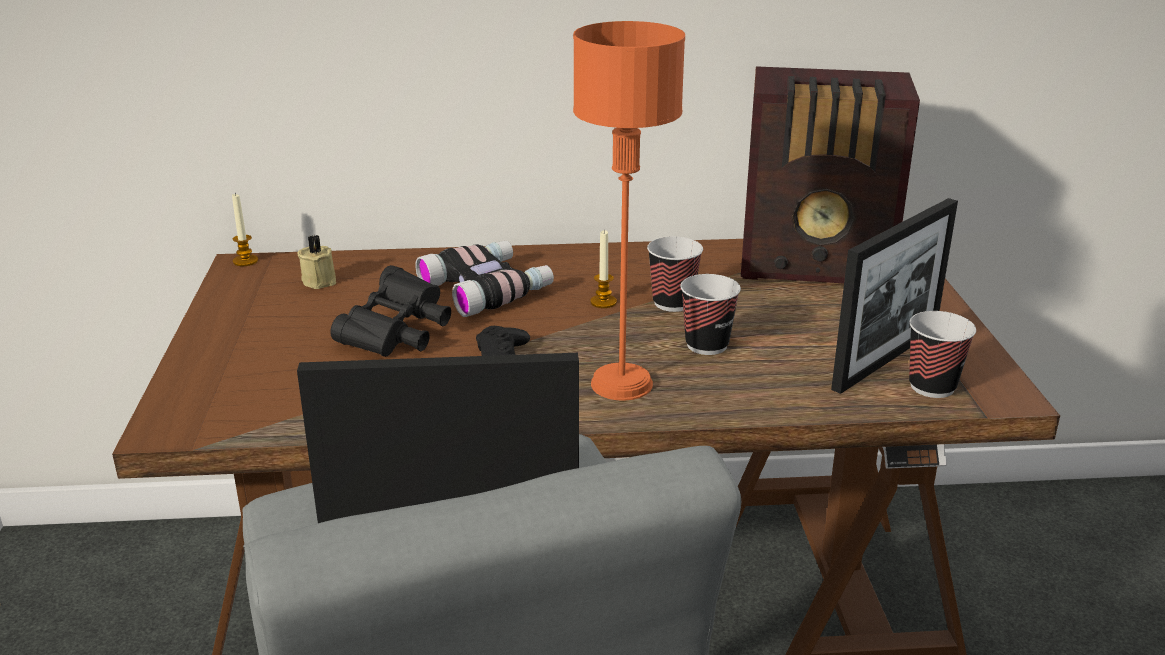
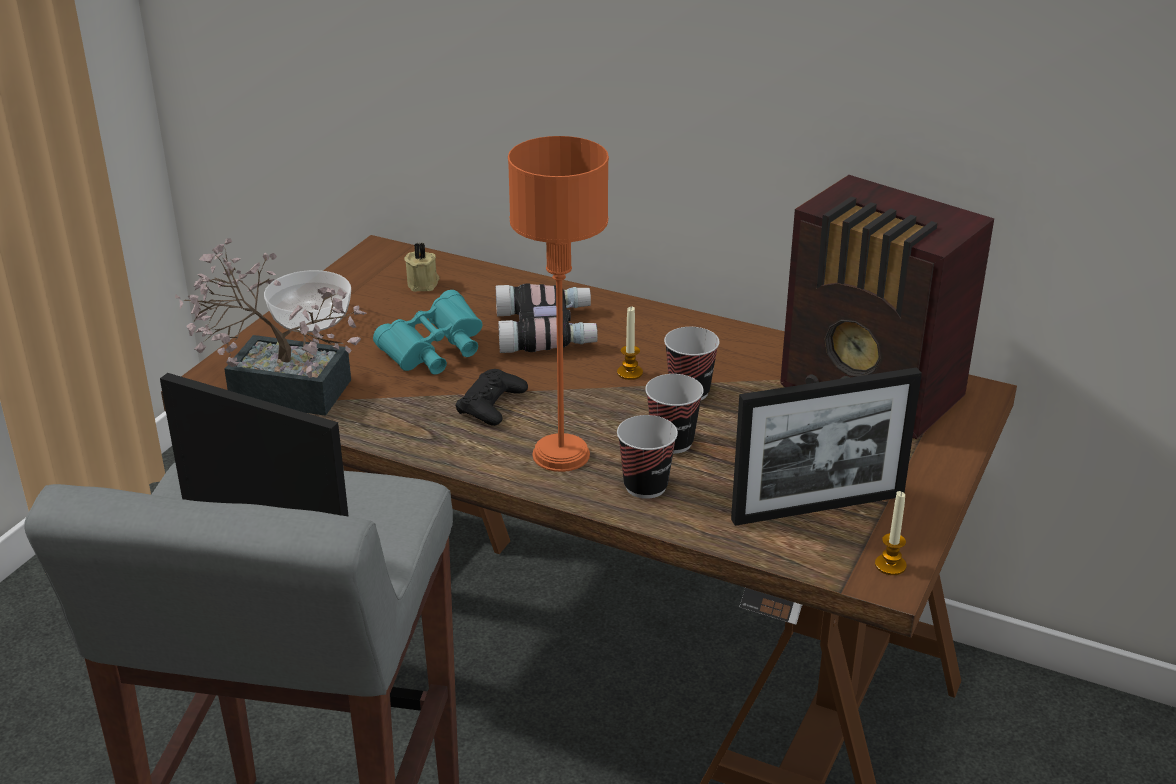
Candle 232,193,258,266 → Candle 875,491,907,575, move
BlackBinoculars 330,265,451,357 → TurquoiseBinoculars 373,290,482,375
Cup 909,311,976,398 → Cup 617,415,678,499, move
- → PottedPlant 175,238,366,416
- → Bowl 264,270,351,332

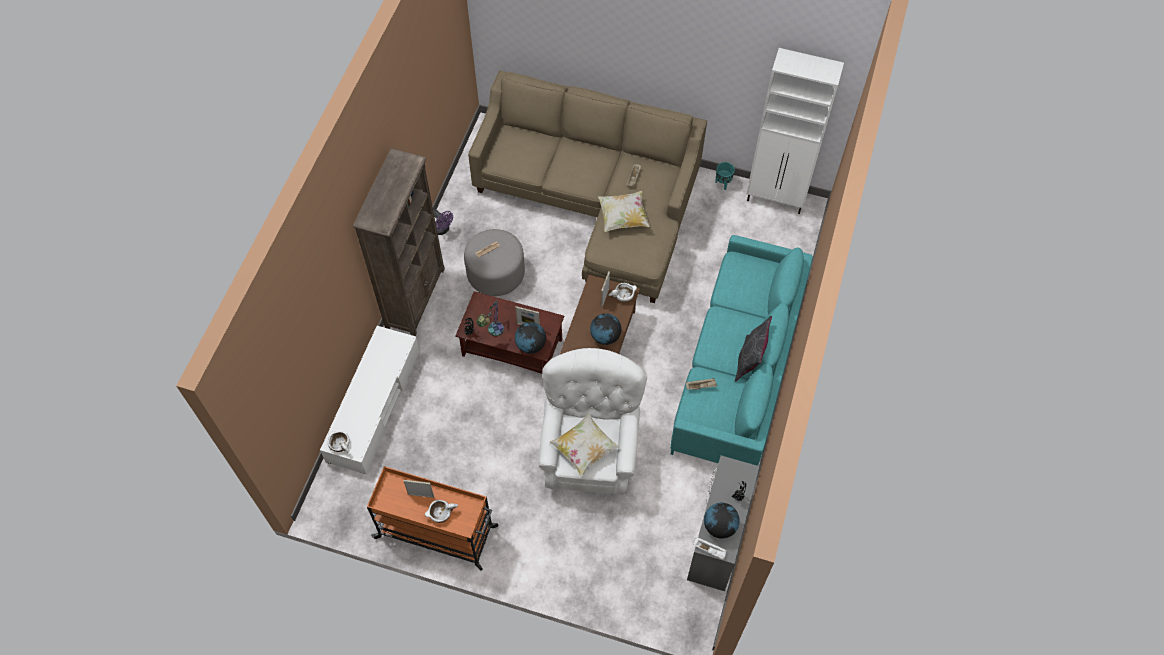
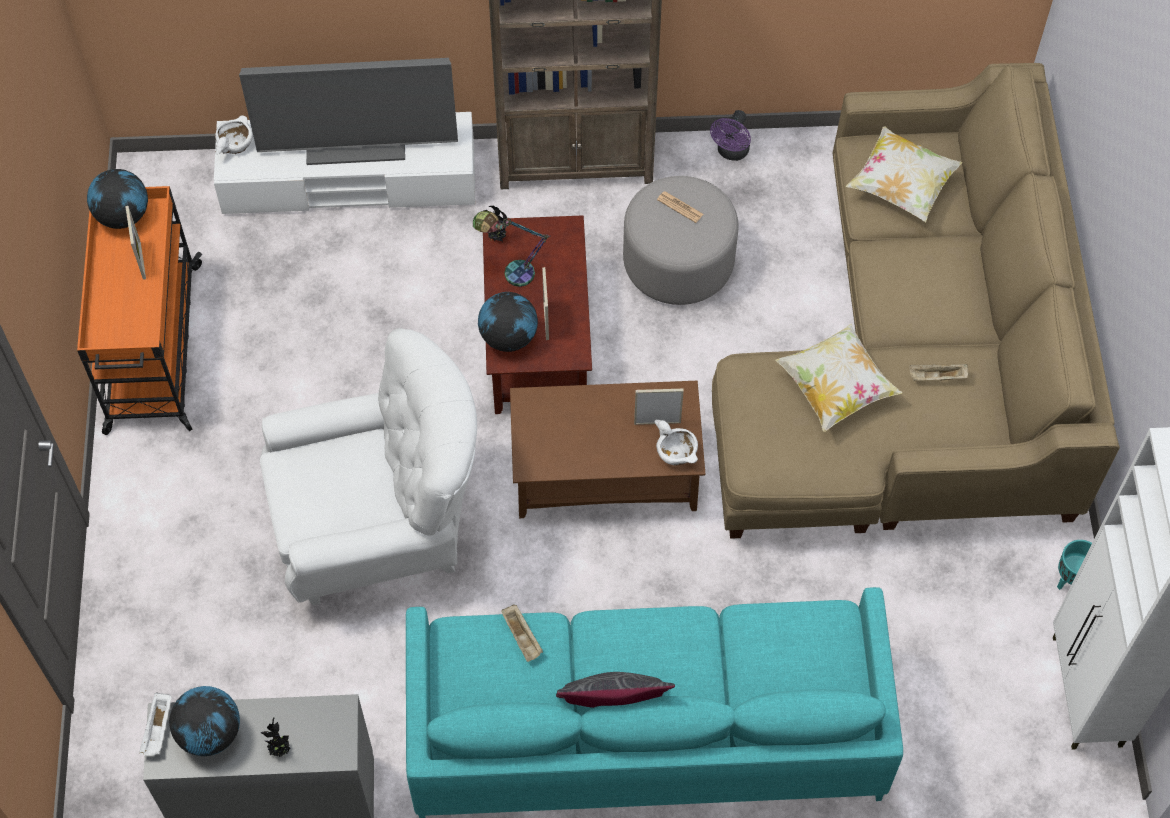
WhiteBowl 425,500,458,523 → -
Pillow 550,413,619,477 → Pillow 846,126,963,222, move
Globe 590,313,621,345 → Globe 87,169,148,229, move
- → Television 239,58,458,165

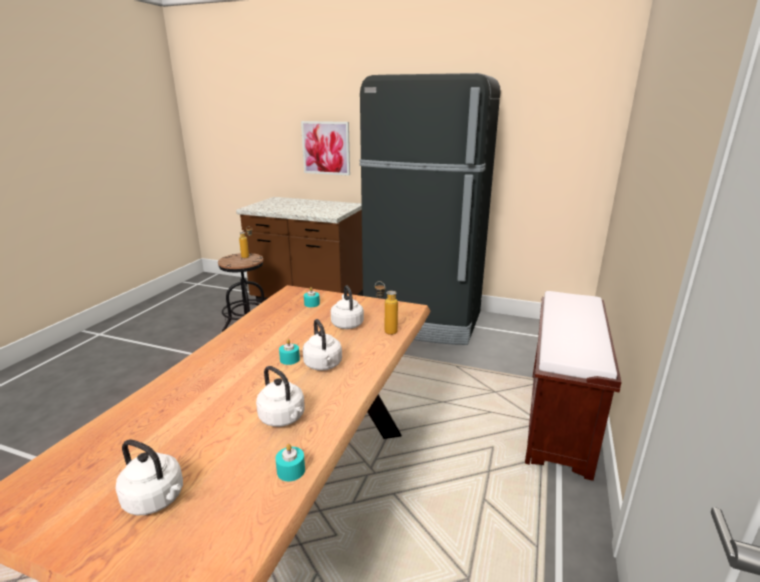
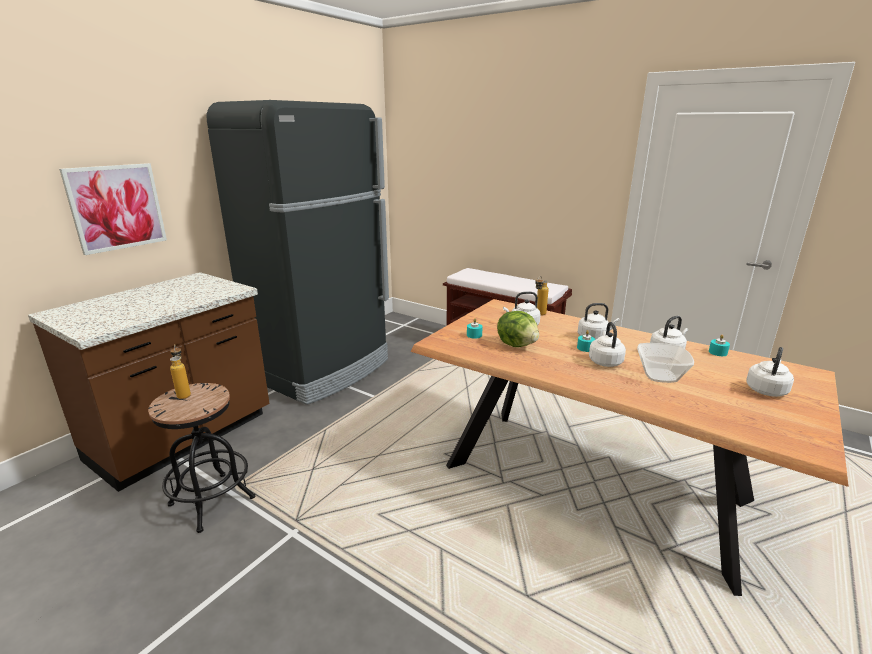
- → Lettuce 497,311,539,347
- → WhiteKettle 589,322,626,367
- → Bowl 637,343,694,383

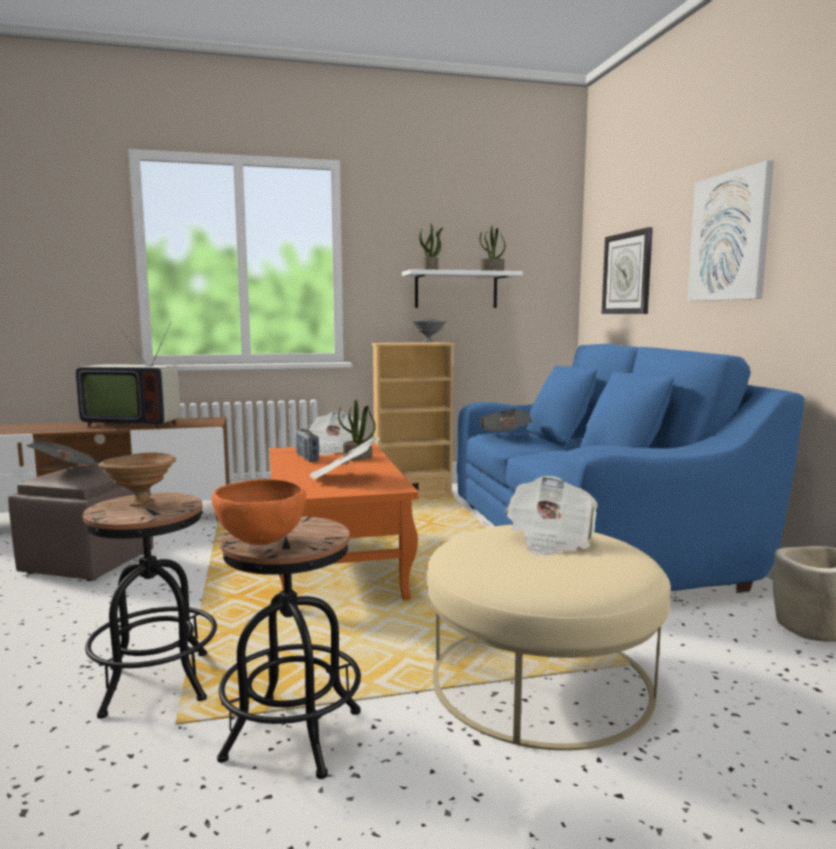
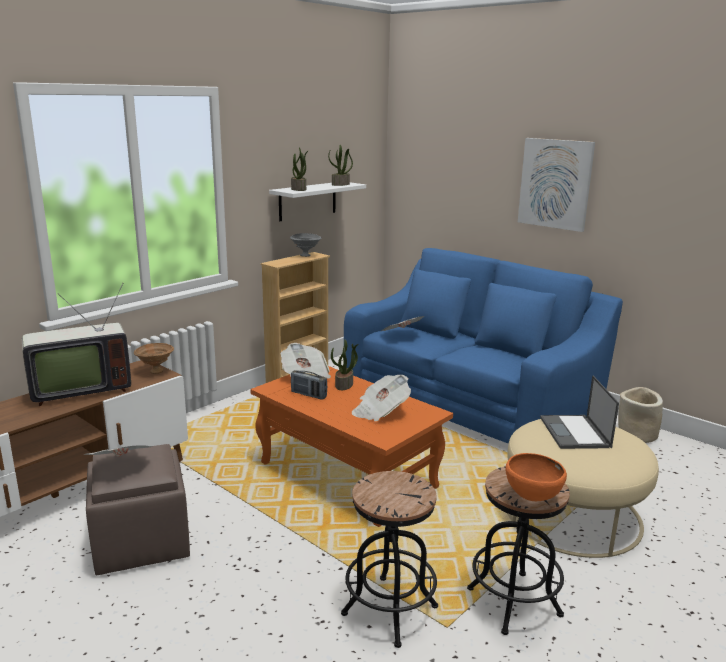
BrownBowl 98,453,177,507 → BrownBowl 134,343,174,374, move
Newspaper 506,476,598,556 → Laptop 540,375,619,449
WallClock 602,227,653,314 → -

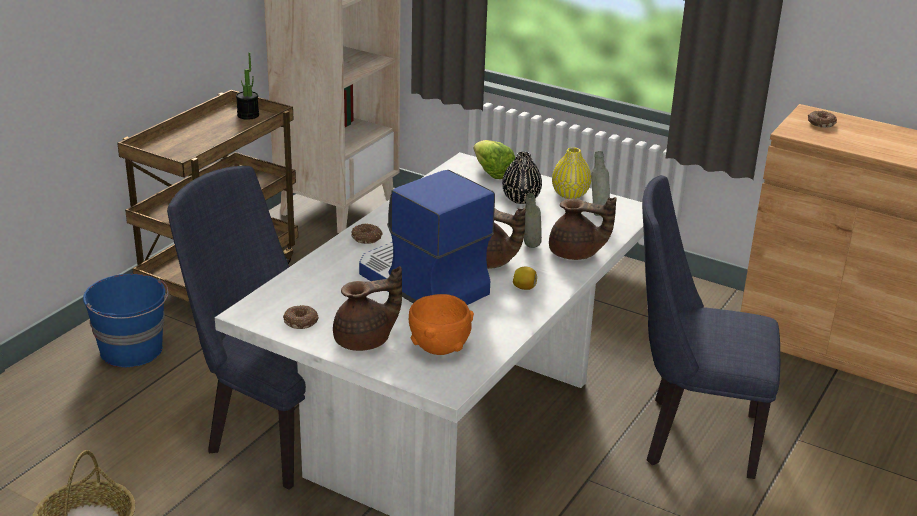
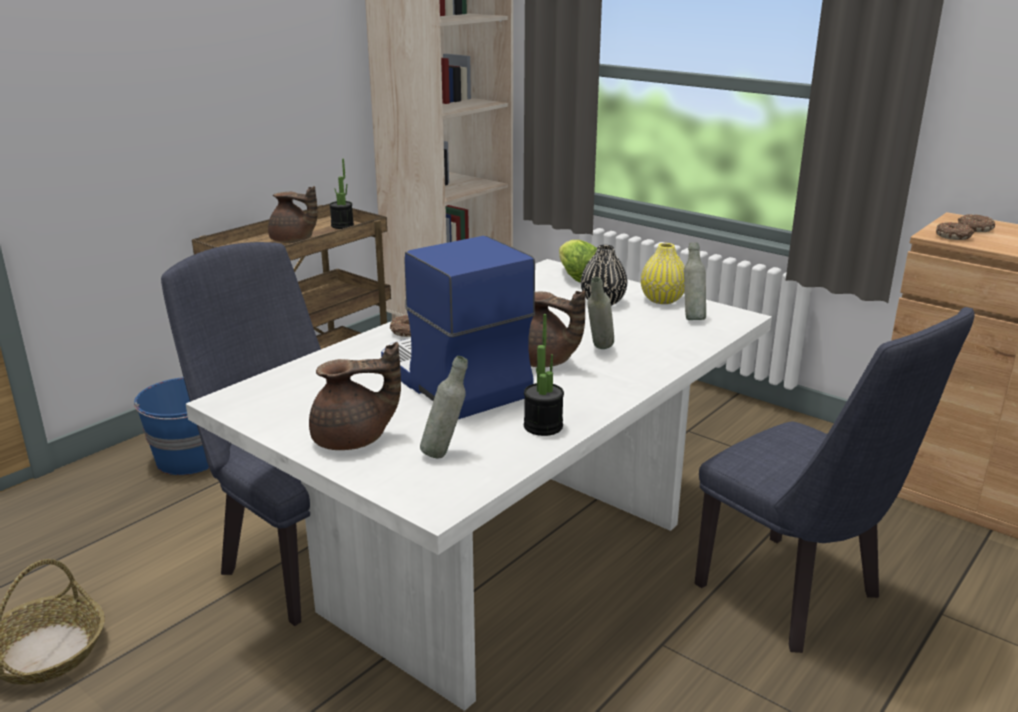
Donut 283,305,319,329 → Donut 936,222,975,240, move
OrangeBowl 409,294,474,355 → GreyBottle 420,356,468,459
Lemon 513,267,537,290 → -
BrownTeapot 549,197,617,260 → BrownTeapot 268,186,318,243, move
BlueChair 642,175,780,479 → BlueChair 695,307,975,653, 150 degrees counterclockwise
- → PottedPlant 524,314,564,436

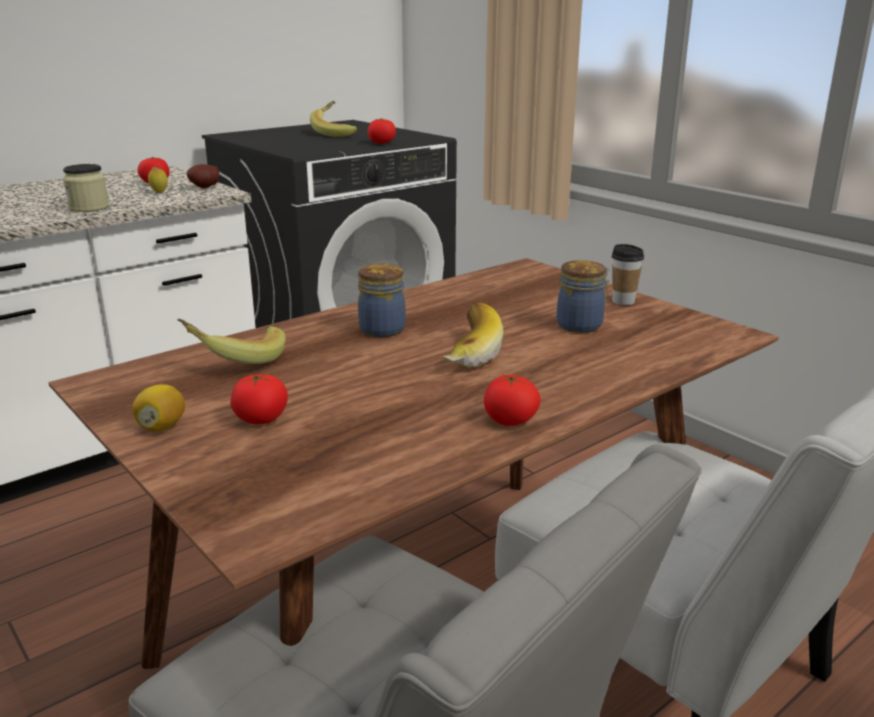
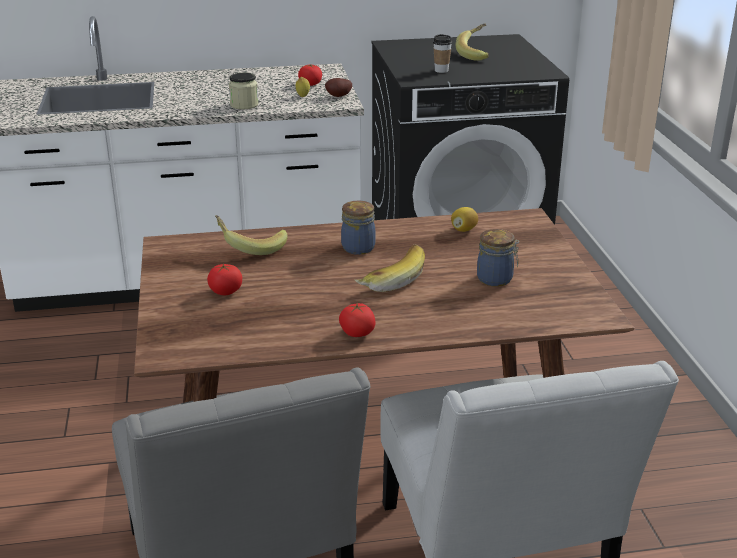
Lemon 132,384,185,432 → Lemon 451,207,478,232, move
Tomato 368,118,396,144 → -
Cup 612,244,644,305 → Cup 433,34,452,73, move

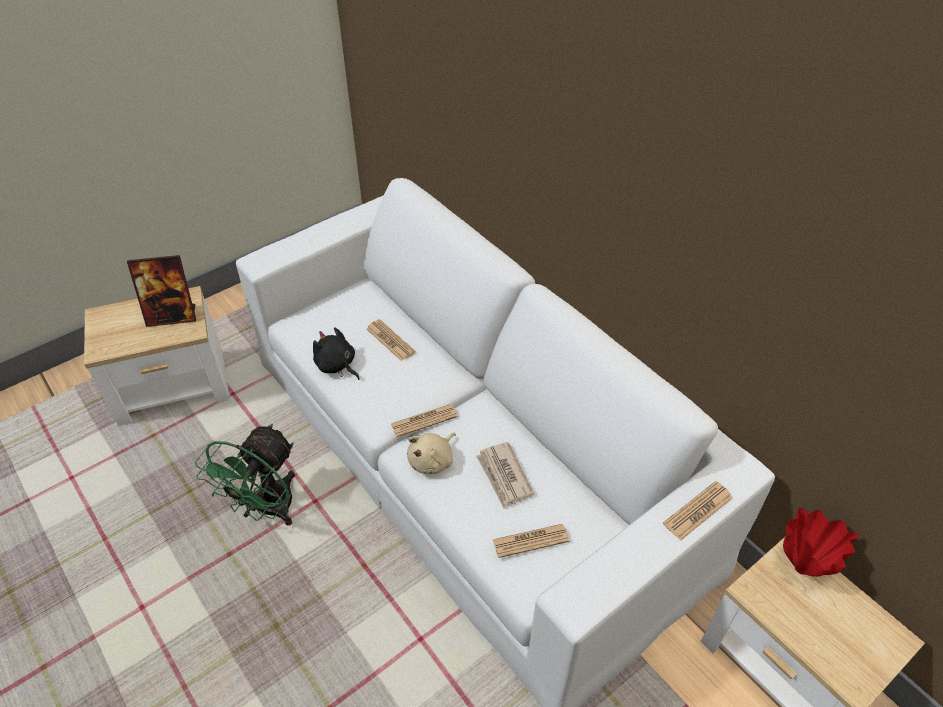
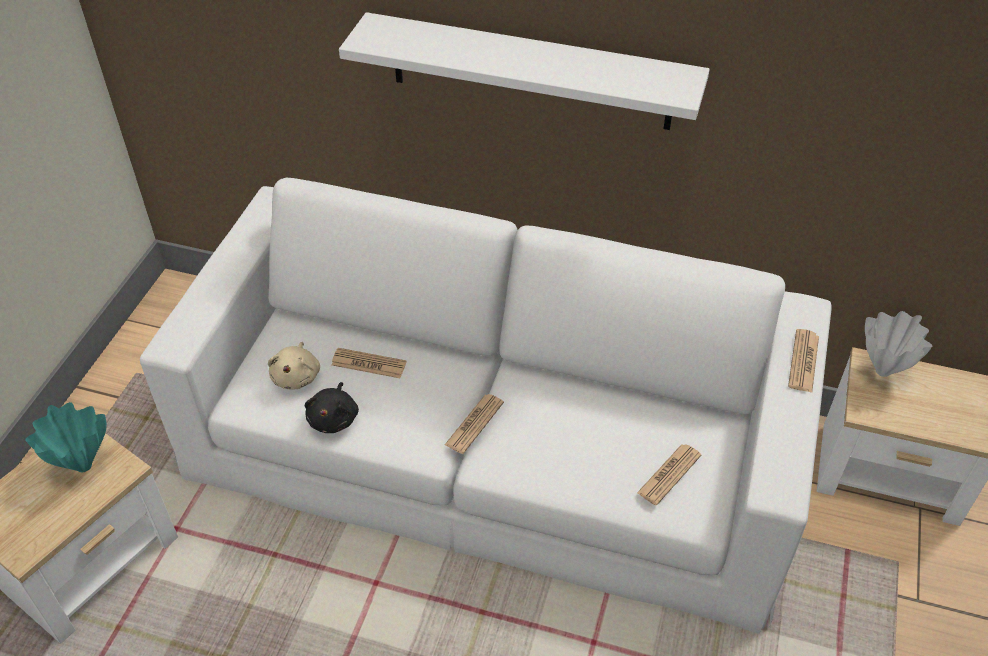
PictureFrame 127,255,196,327 → TurquoiseVase 25,402,107,472
GreenFan 195,424,295,526 → -
BlackPlushToy 313,327,360,380 → BlackPlushToy 305,382,359,433, 90 degrees counterclockwise
BeigePlushToy 407,433,456,474 → BeigePlushToy 268,342,320,390, move
Newspaper 476,442,534,509 → -
RedVase 783,508,859,577 → WhiteVase 865,311,933,377
- → WhiteShelf 339,12,710,130

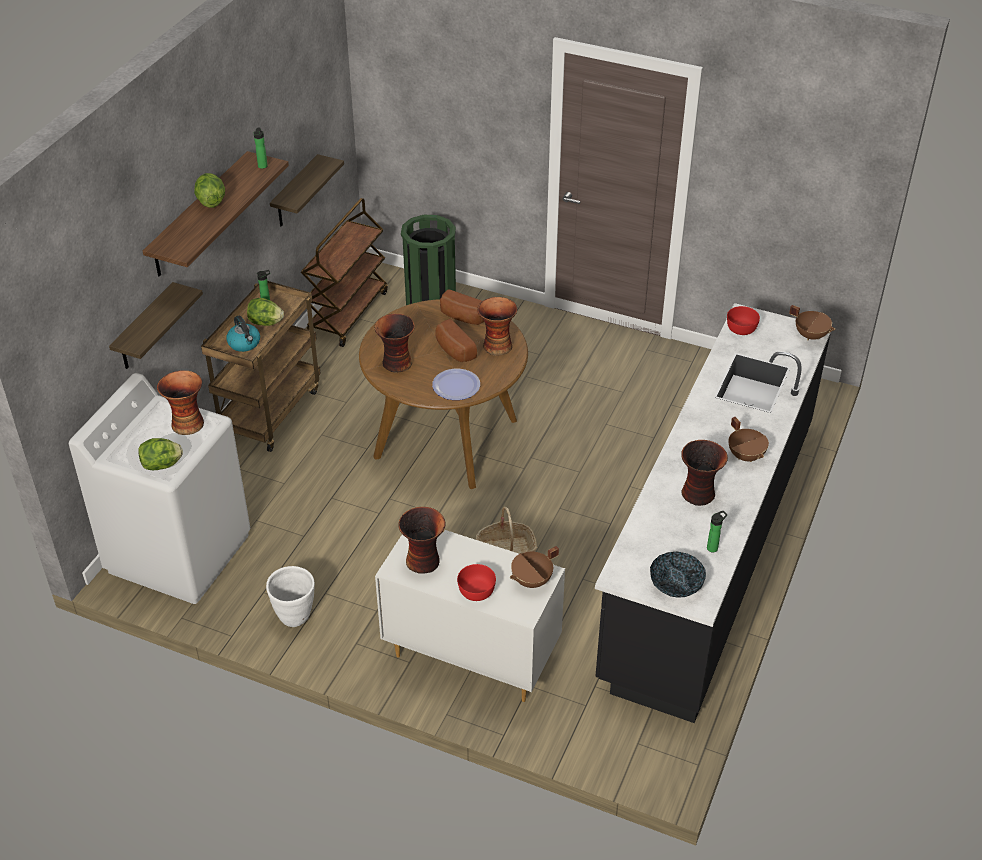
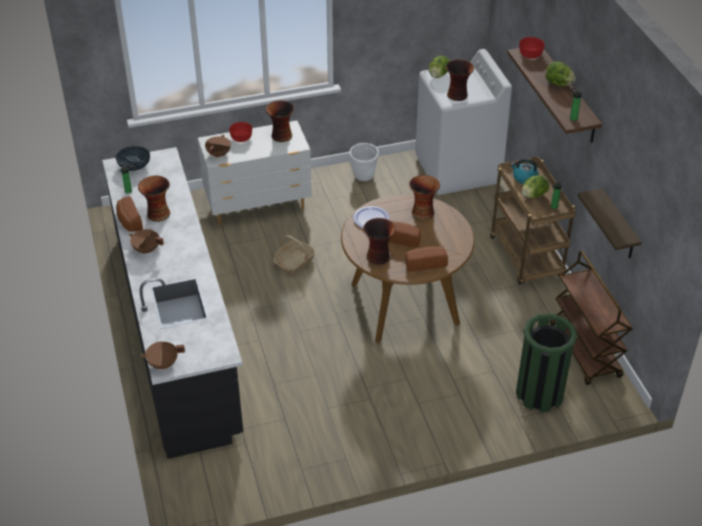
Shelf 109,282,203,369 → -
RedBowl 727,306,760,335 → RedBowl 519,37,545,58, move
- → Bread 116,196,143,232

